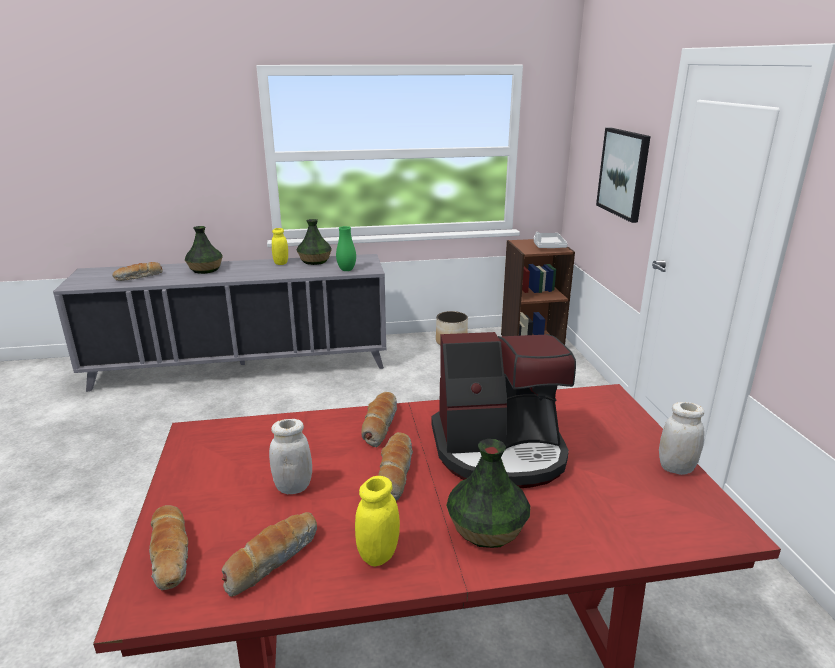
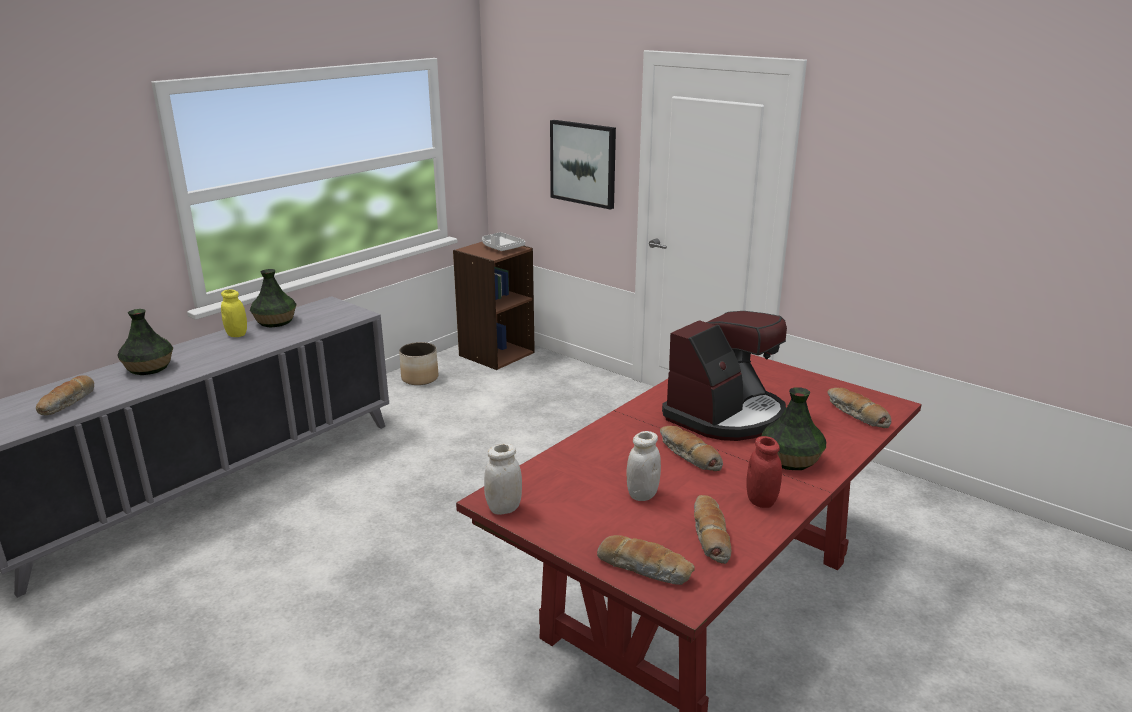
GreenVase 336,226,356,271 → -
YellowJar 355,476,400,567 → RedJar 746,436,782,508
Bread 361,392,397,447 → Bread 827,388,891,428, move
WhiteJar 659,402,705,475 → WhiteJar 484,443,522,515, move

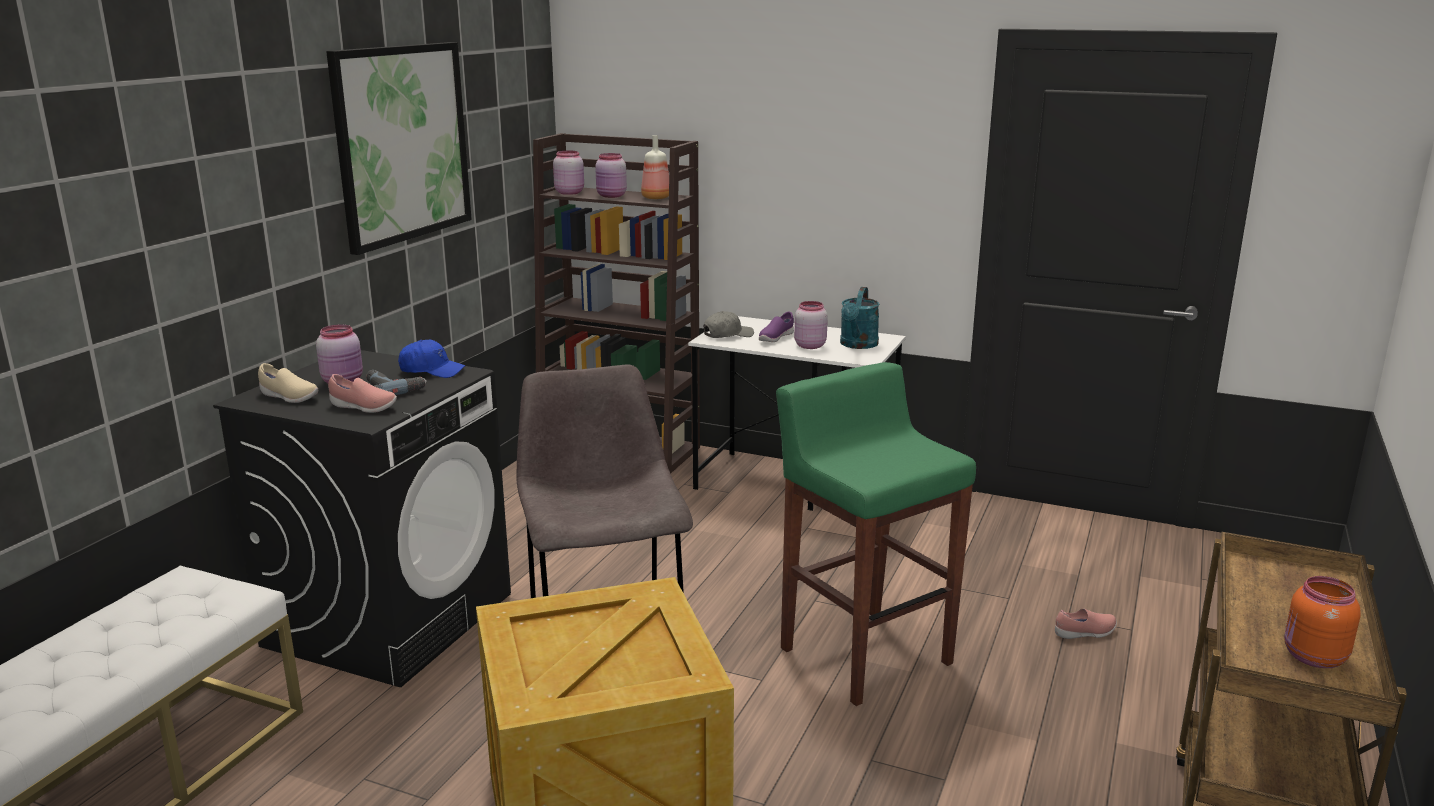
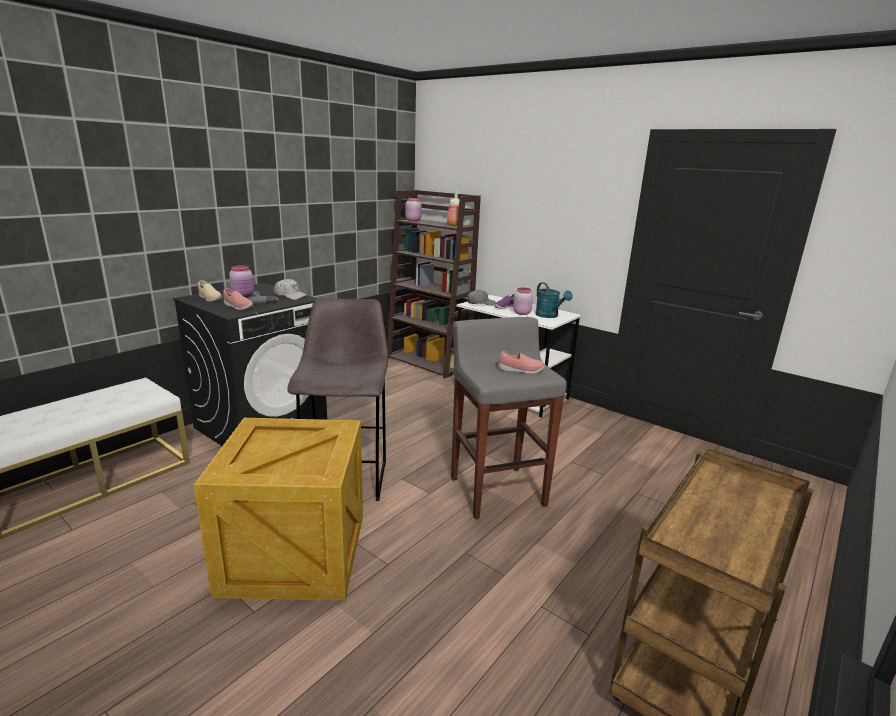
Picture 326,42,472,255 → -
BlueCap 398,340,465,378 → WhiteCap 274,279,308,300
PinkJar 595,153,627,198 → -
GreenStool 776,362,976,706 → GreyStool 451,317,567,519
TurquoiseWateringCan 840,287,879,349 → TurquoiseWateringCan 535,282,573,318, 60 degrees counterclockwise
PinkShoe 1055,609,1117,639 → PinkShoe 498,351,545,374, move
OrangeJar 1284,576,1361,668 → -

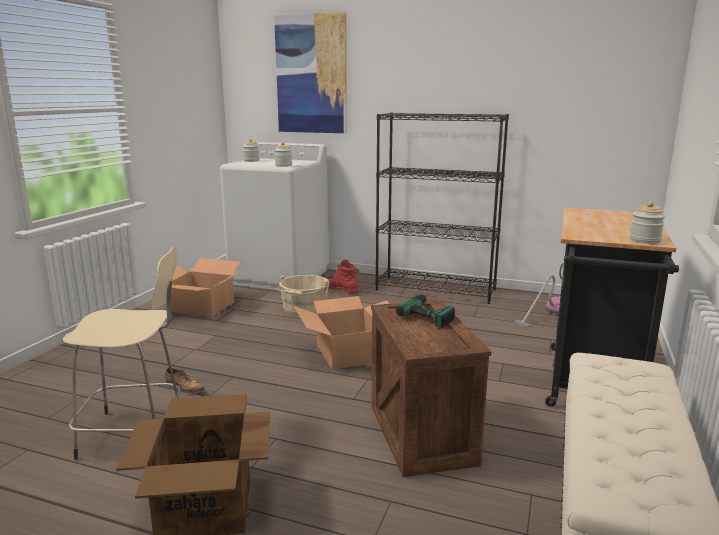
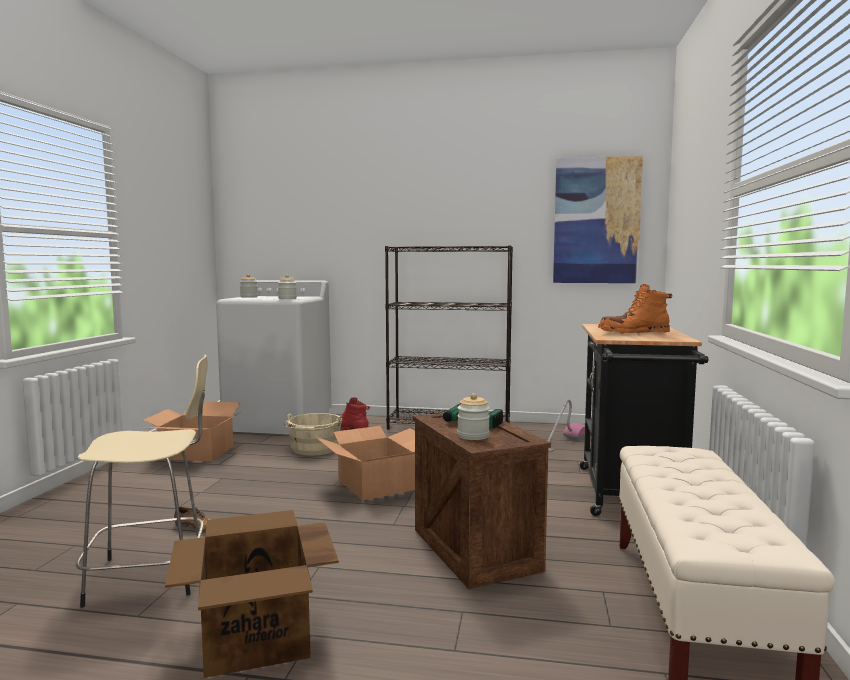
Picture 274,12,347,133 → Picture 553,156,643,283, move
Jar 630,202,665,244 → Jar 457,393,490,440, move
- → OrangeBoot 598,284,673,333

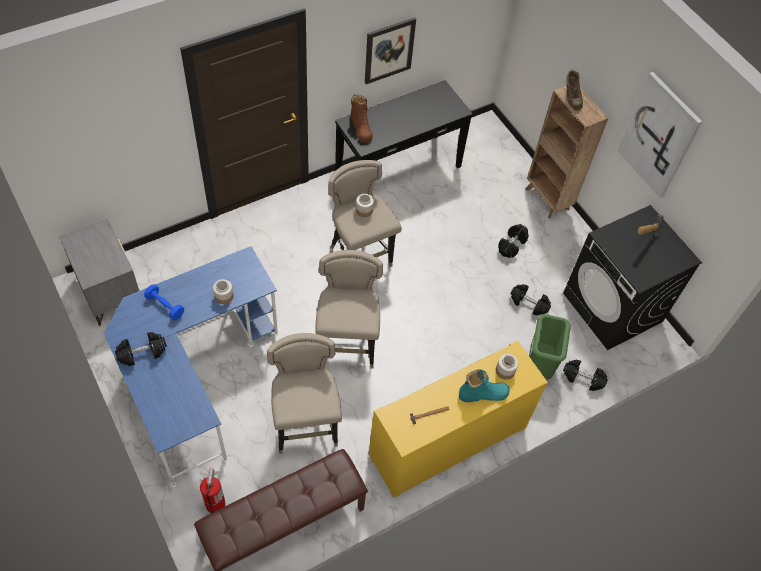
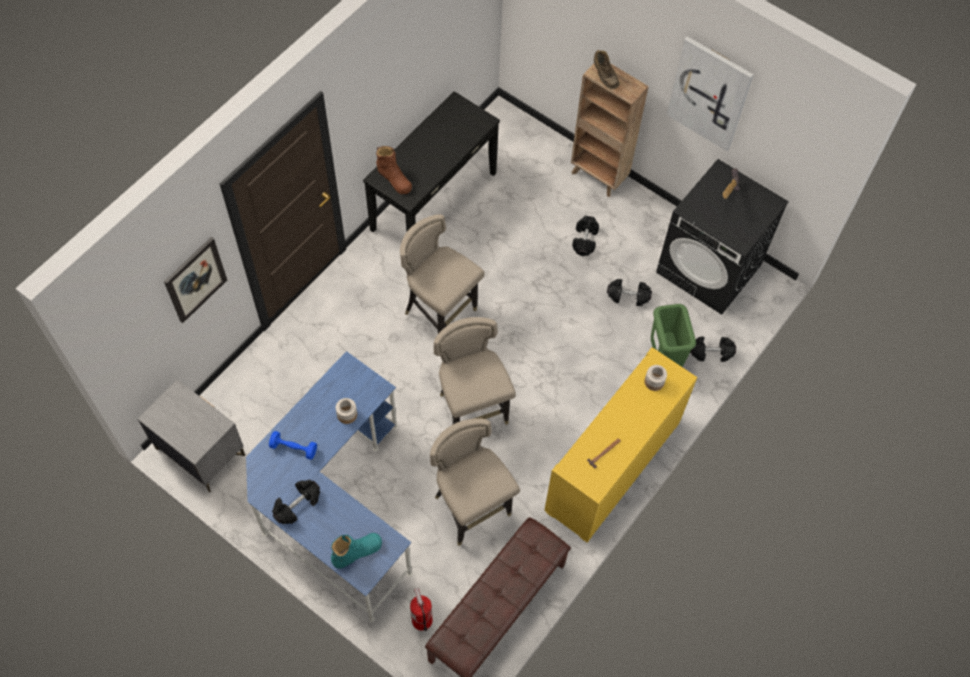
Jar 356,194,374,217 → -
Picture 365,17,416,84 → Picture 164,237,227,323, move
TurquoiseBoot 459,369,510,402 → TurquoiseBoot 331,533,382,569, move

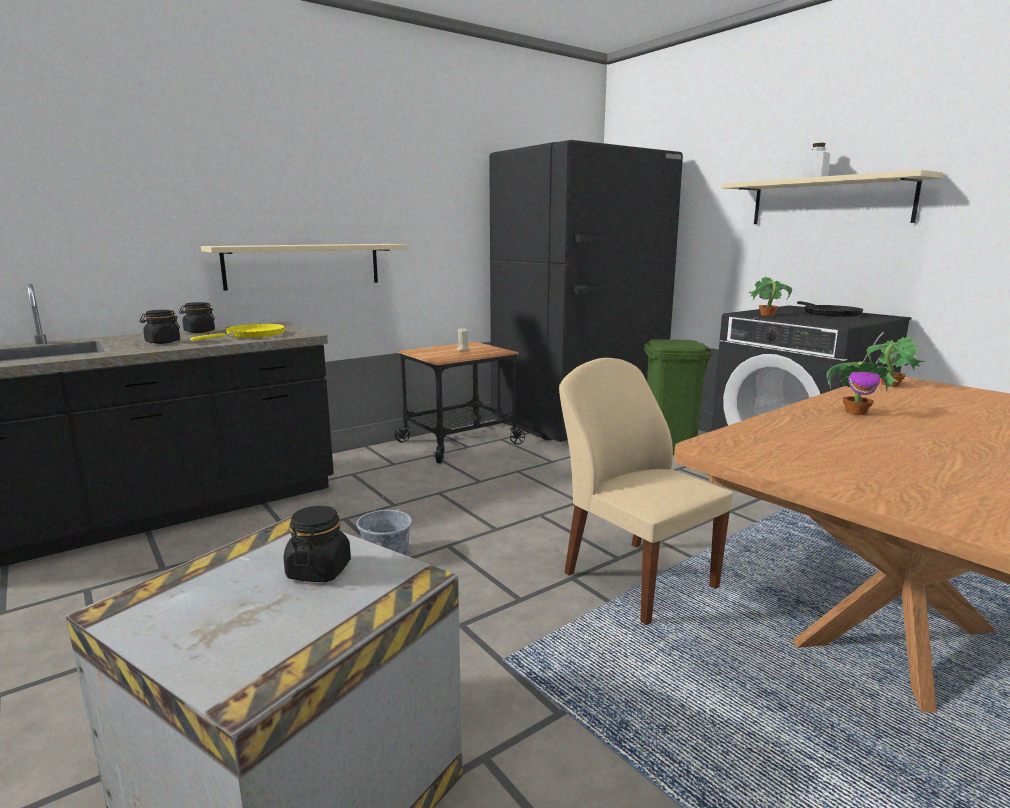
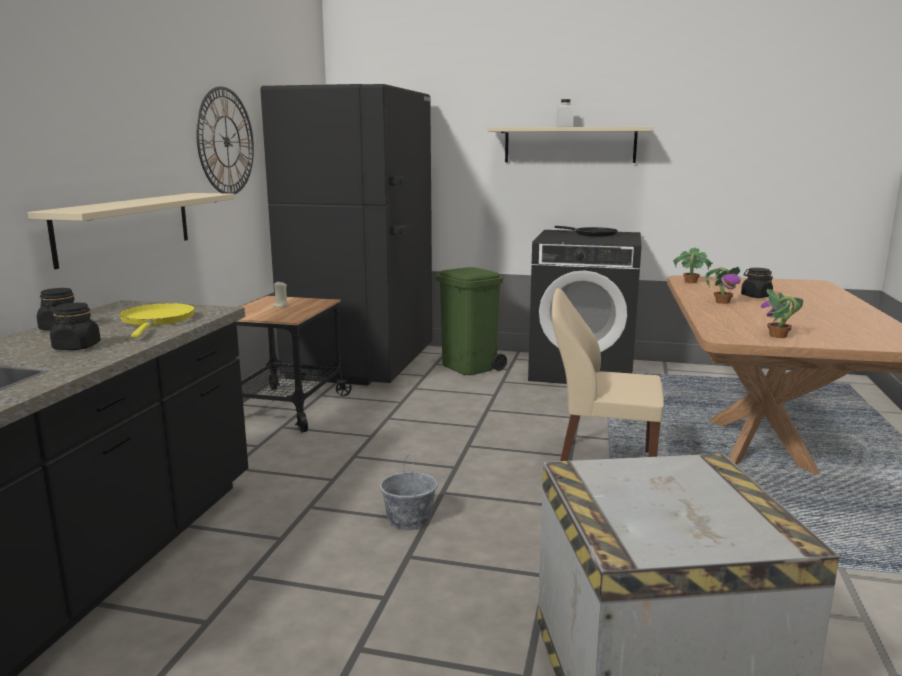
BlackJar 284,506,351,582 → BlackJar 741,268,773,298, move
PottedPlant 748,277,792,316 → PottedPlant 761,288,803,338, move
- → WallClock 196,87,254,194

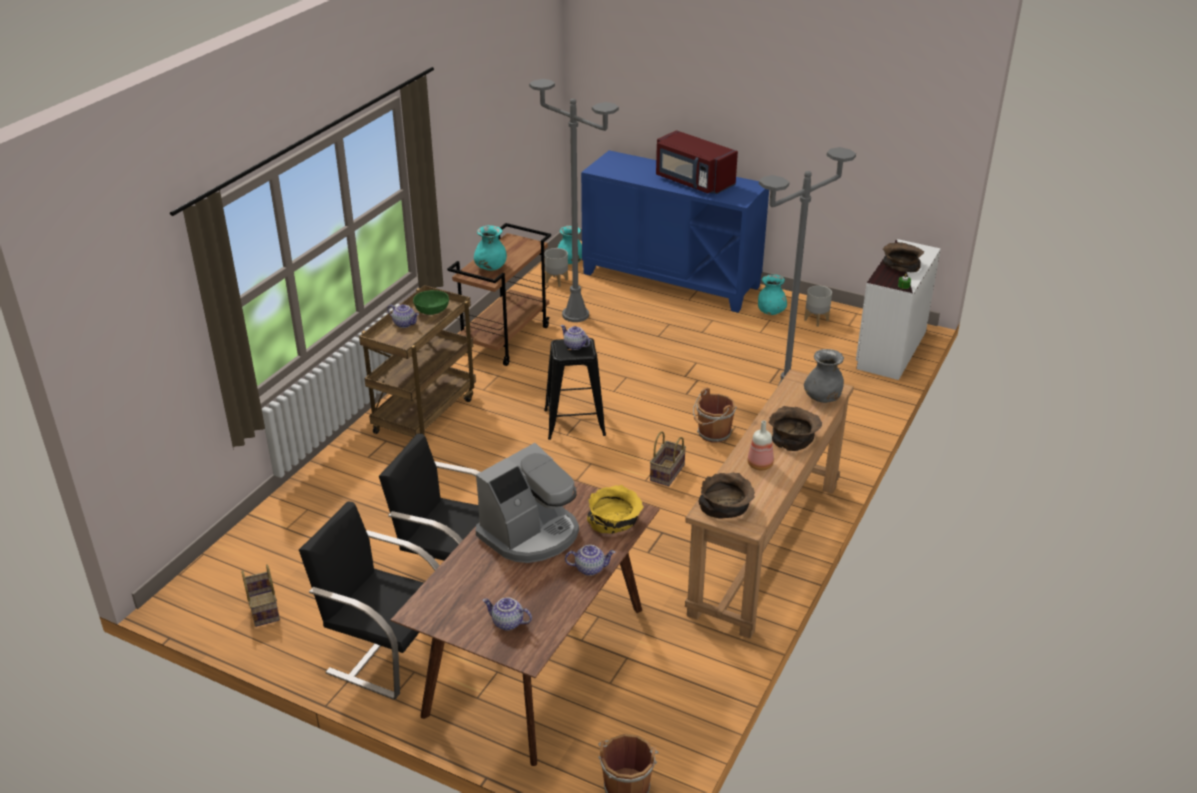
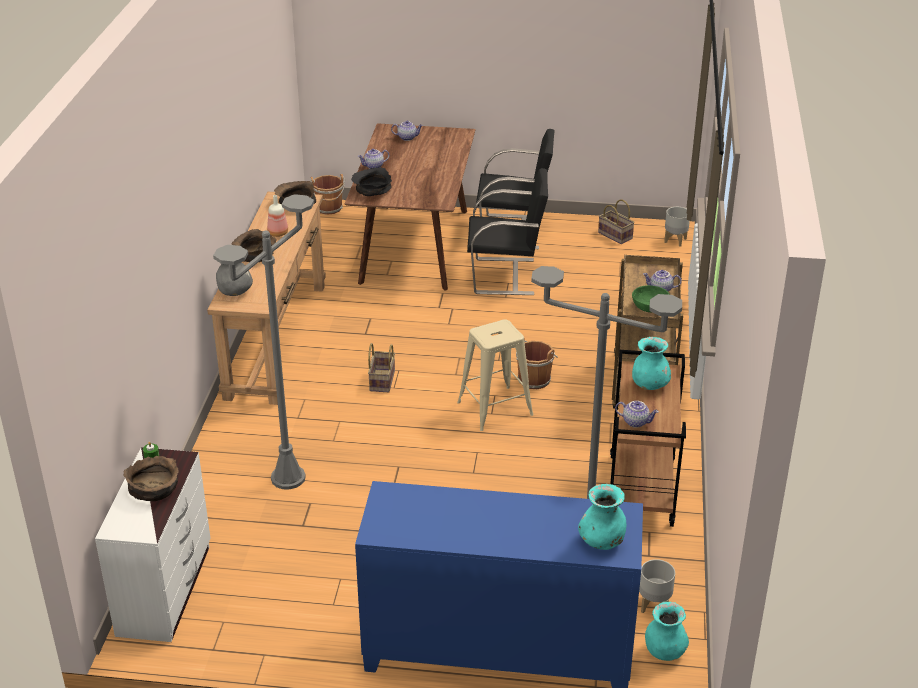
CoffeeMachine 476,443,579,563 → -
BlackStool 544,338,606,440 → BeigeStool 457,319,534,431
Teapot 561,325,590,350 → Teapot 615,401,659,428, move
YellowBowl 587,485,644,534 → BlackBowl 351,167,392,196
RedMicrowave 656,130,738,194 → -
BrownBucket 693,388,737,443 → BrownBucket 516,338,558,389, move
TurquoiseVase 758,275,787,315 → TurquoiseVase 578,484,626,550, move
GreyPlanter 804,286,832,327 → GreyPlanter 664,207,690,247, move

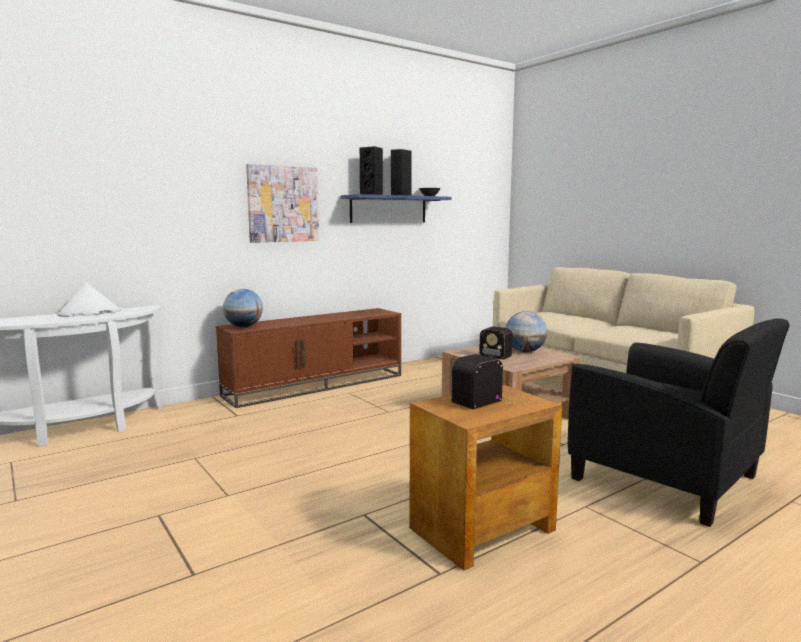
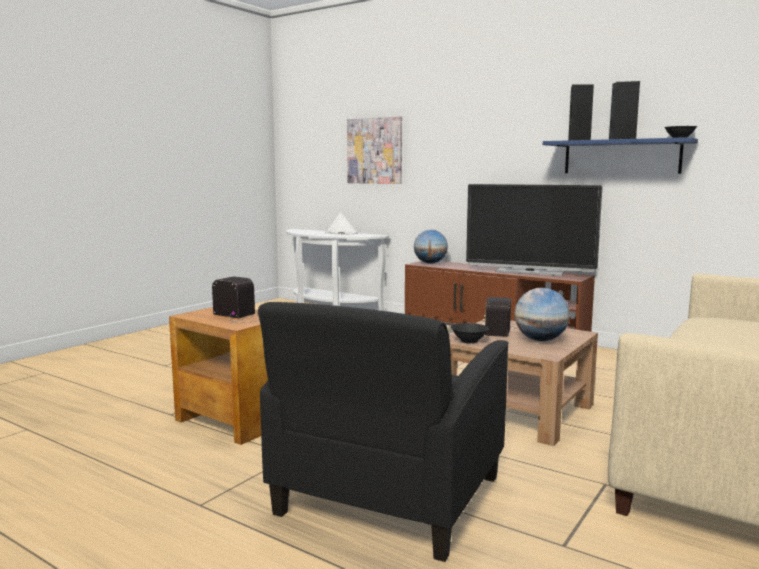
Picture 246,164,319,243 → Picture 347,116,402,184, move
- → BlackBowl 451,323,489,344
- → Television 466,184,603,276

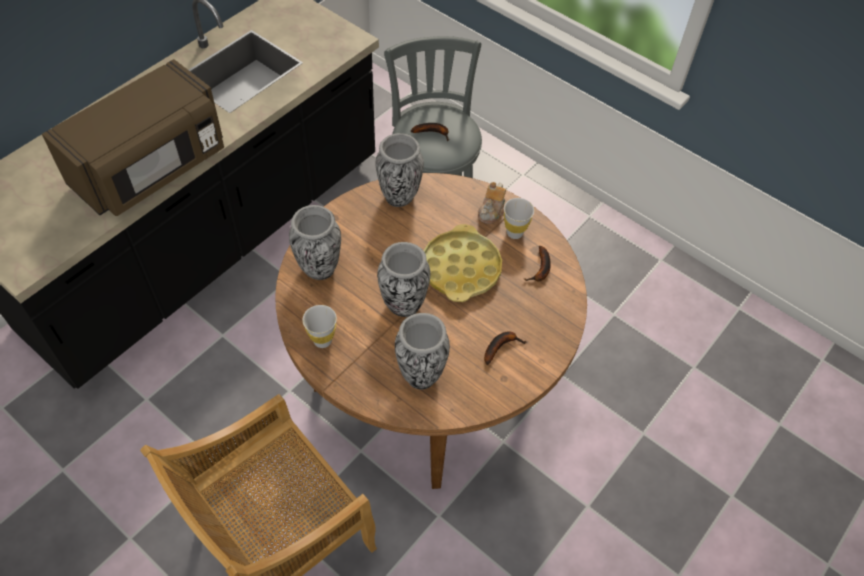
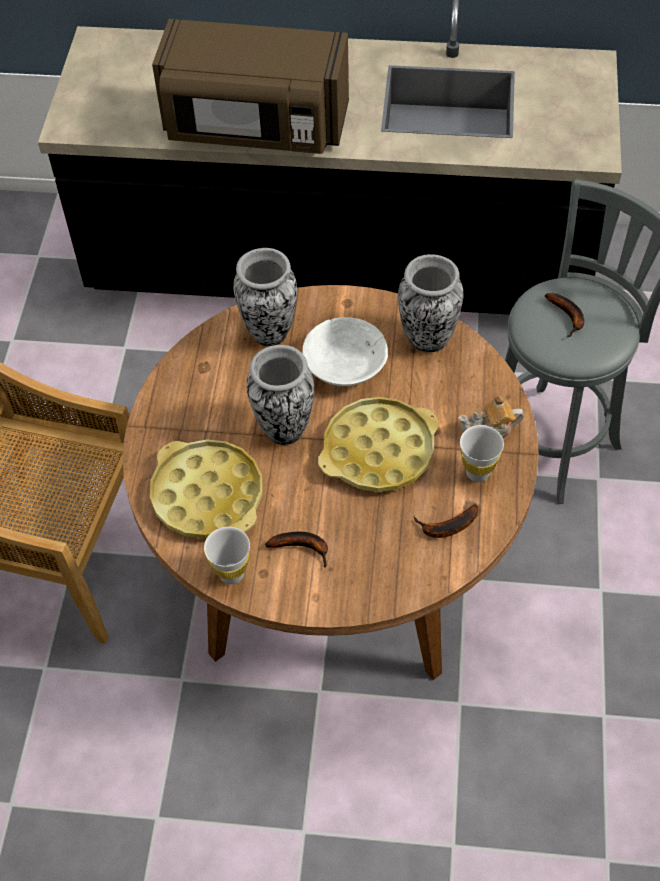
WhiteCup 302,305,337,348 → WhiteCup 204,527,250,584, move
Vase 395,313,450,389 → YellowTray 150,439,263,539
- → WhiteBowl 303,317,388,386

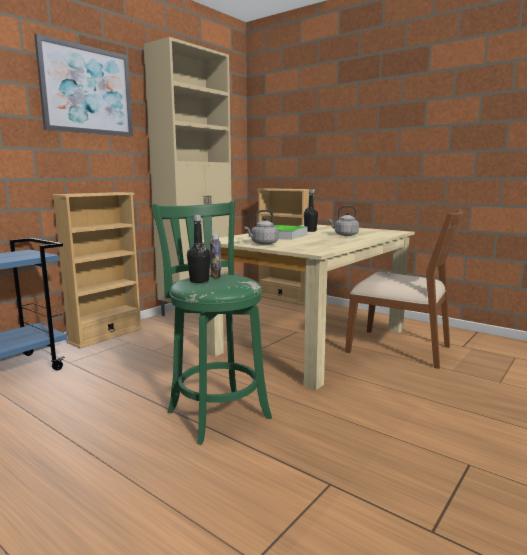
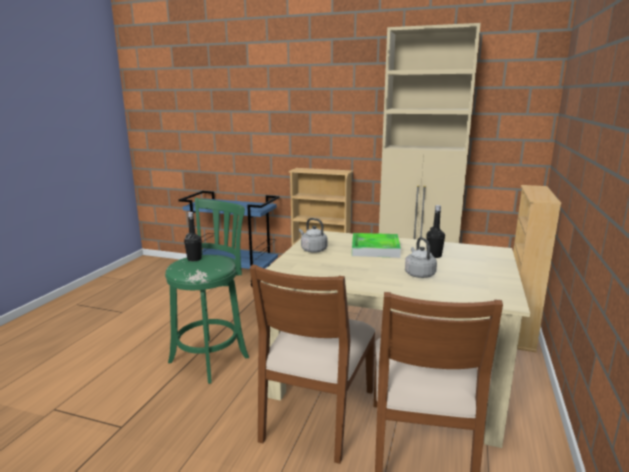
Picture 34,34,133,137 → -
Bottle 210,234,221,278 → -
- → BrownChair 250,264,375,464

